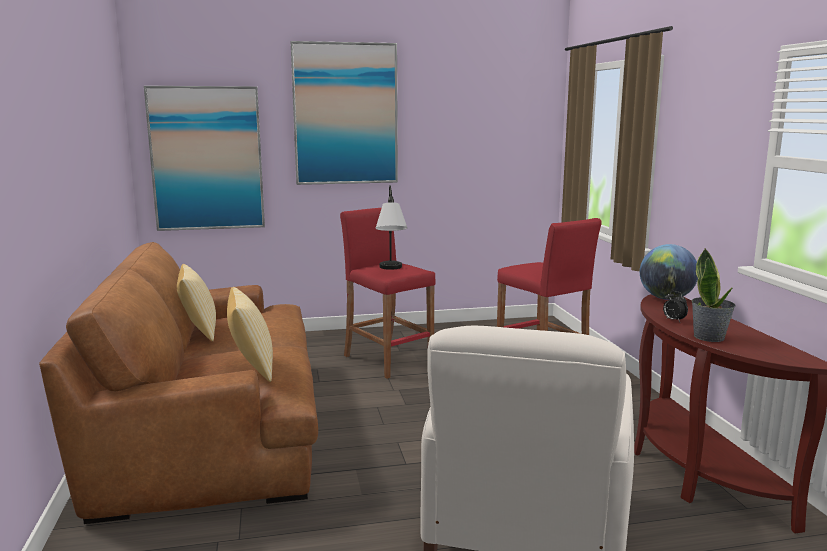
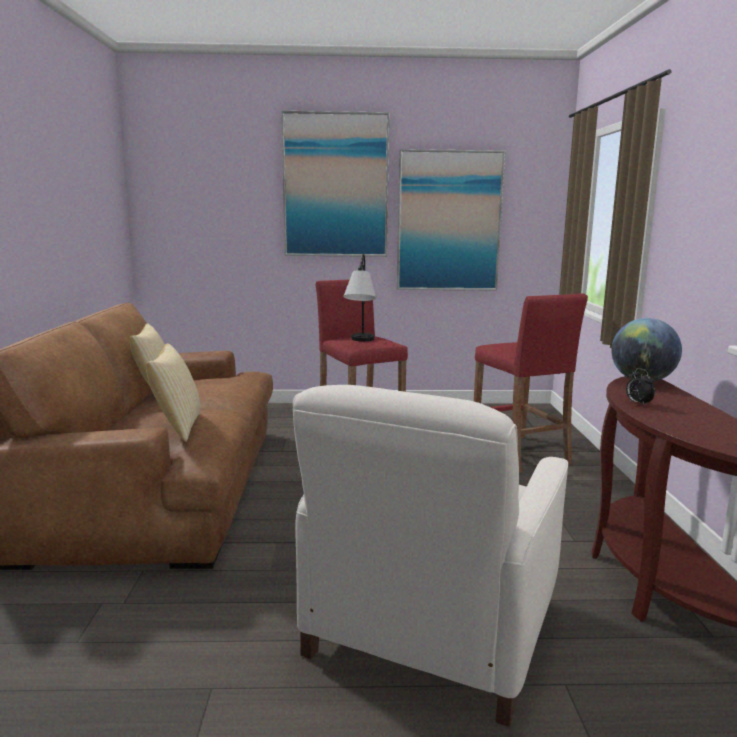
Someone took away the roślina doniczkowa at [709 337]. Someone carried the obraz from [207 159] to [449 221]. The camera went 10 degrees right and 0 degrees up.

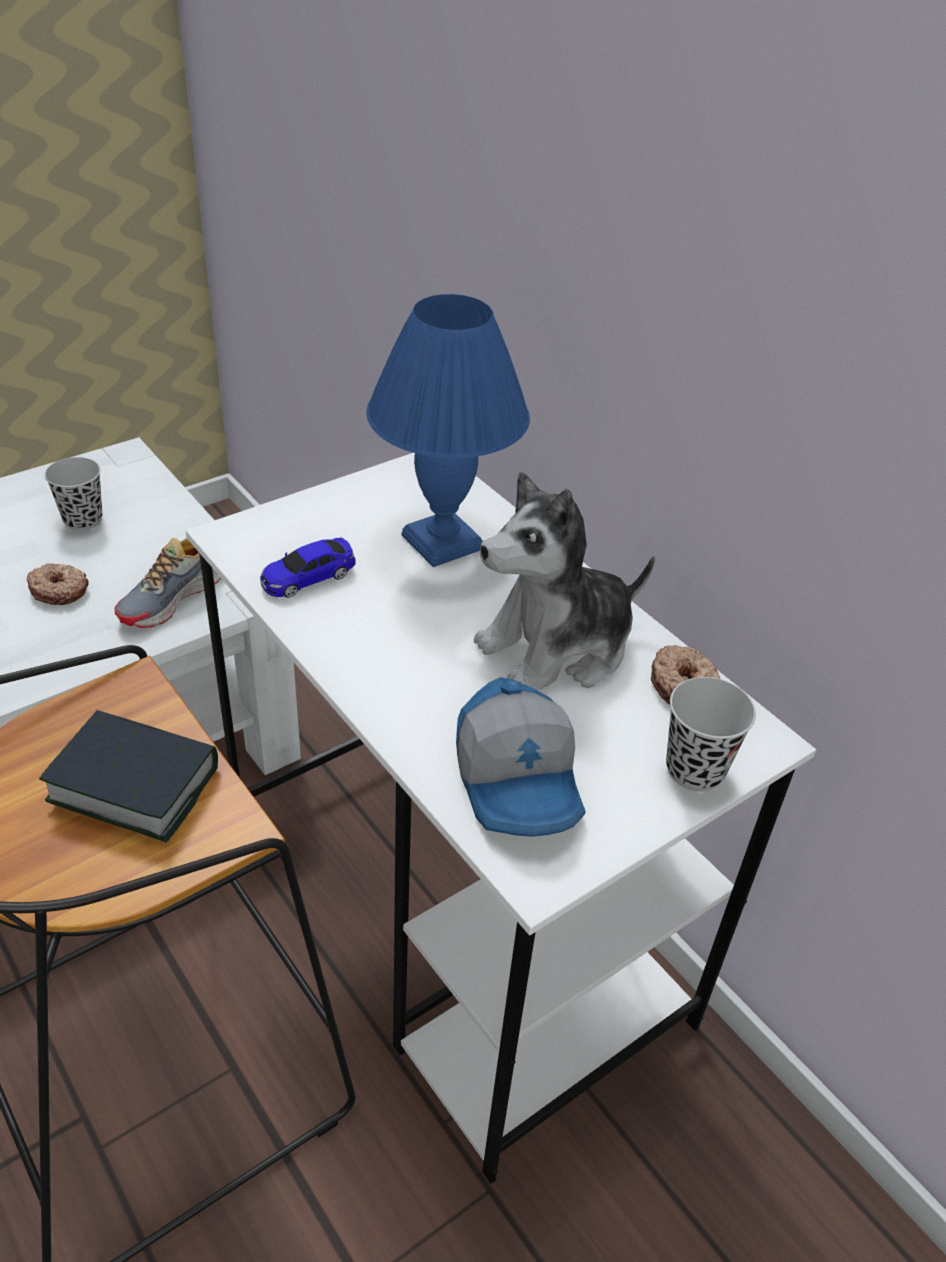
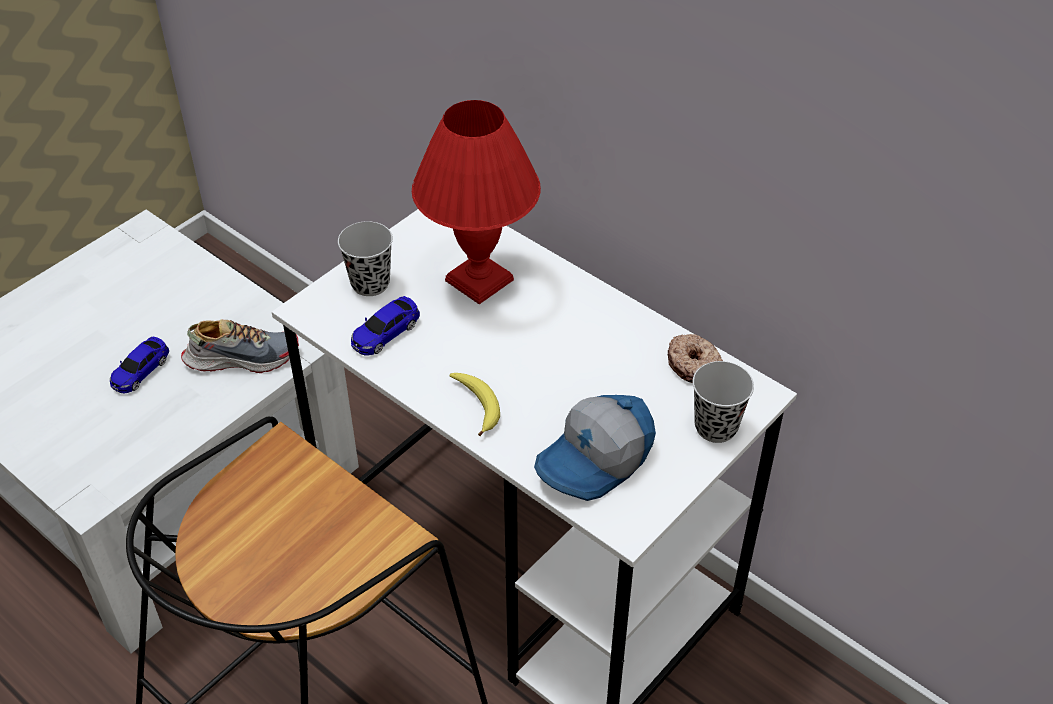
Someone took away the książka at [134 784]. Someone took away the pluszak at [557 649]. Someone put down the banan at [477 405]. Someone carried the filiżanka (czarny) from [83 520] to [370 283]. Someone swapped the donut at [59 590] for the samochodzik at [140 371]. Someone repainted the lampa stołowa (niebieski) at [441 543], which became the lampa stołowa (czerwony) at [478 281]. Someone rotated the but at [174 597] by 120 degrees counterclockwise. Someone rotated the czapka z daszkiem at [520 780] by 75 degrees clockwise. The camera went 10 degrees left and 5 degrees up.

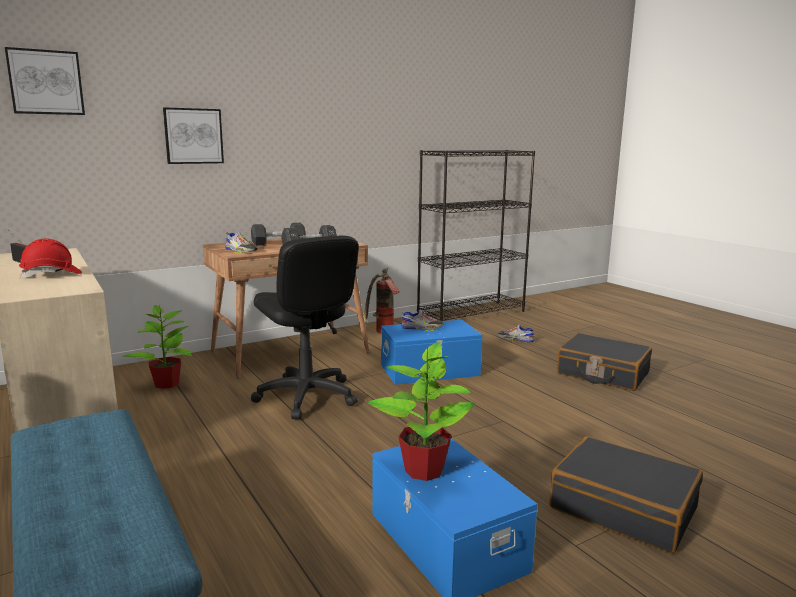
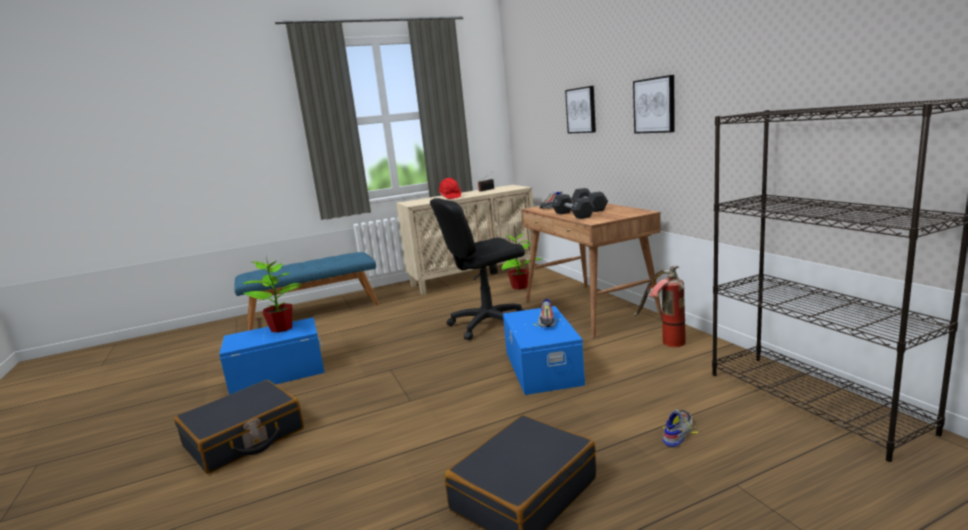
Someone carried the obraz from [46 82] to [655 105]. The camera went 100 degrees right and 0 degrees up.

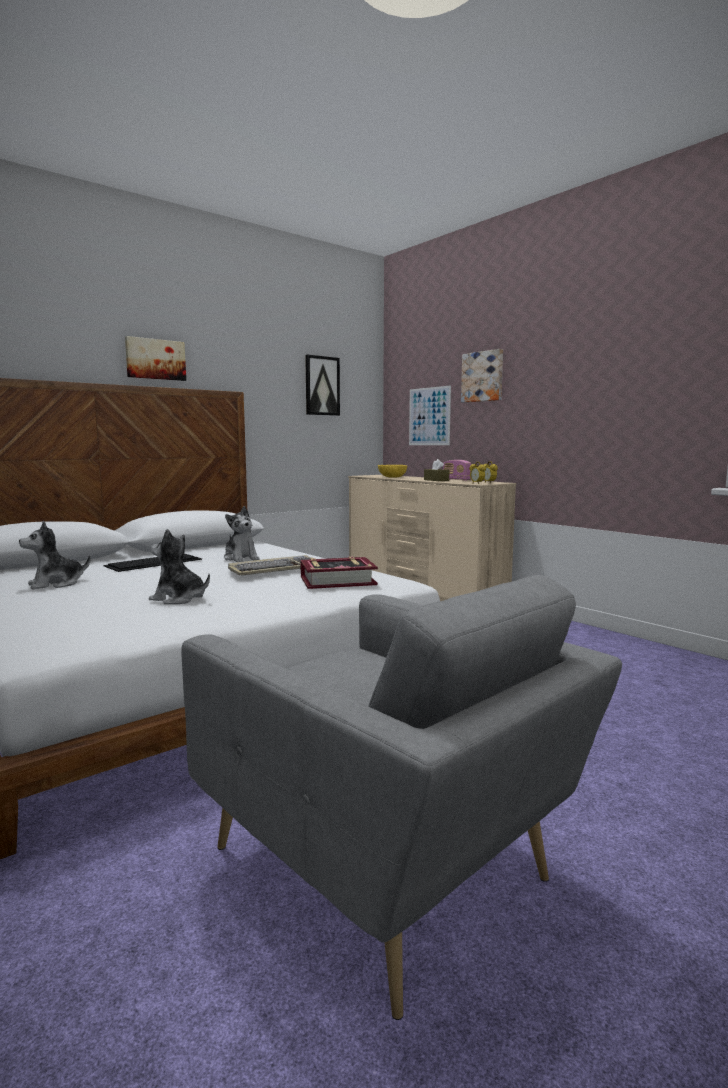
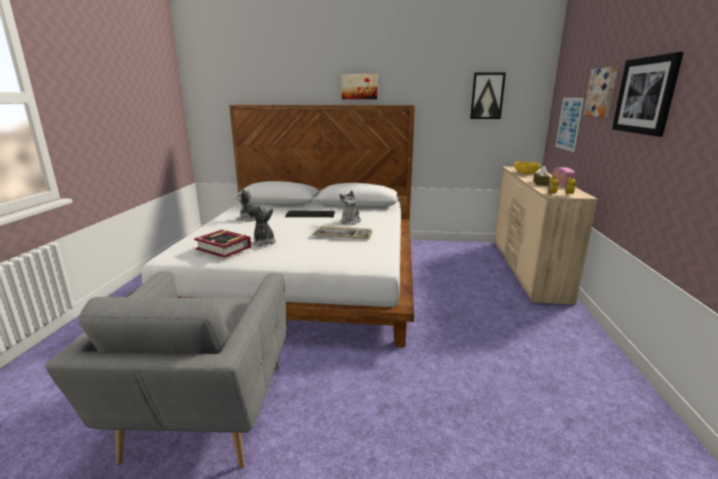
Someone put up the obraz at [645 95]. Someone carried the książka from [337 581] to [224 248]. The camera went 45 degrees right and 10 degrees up.

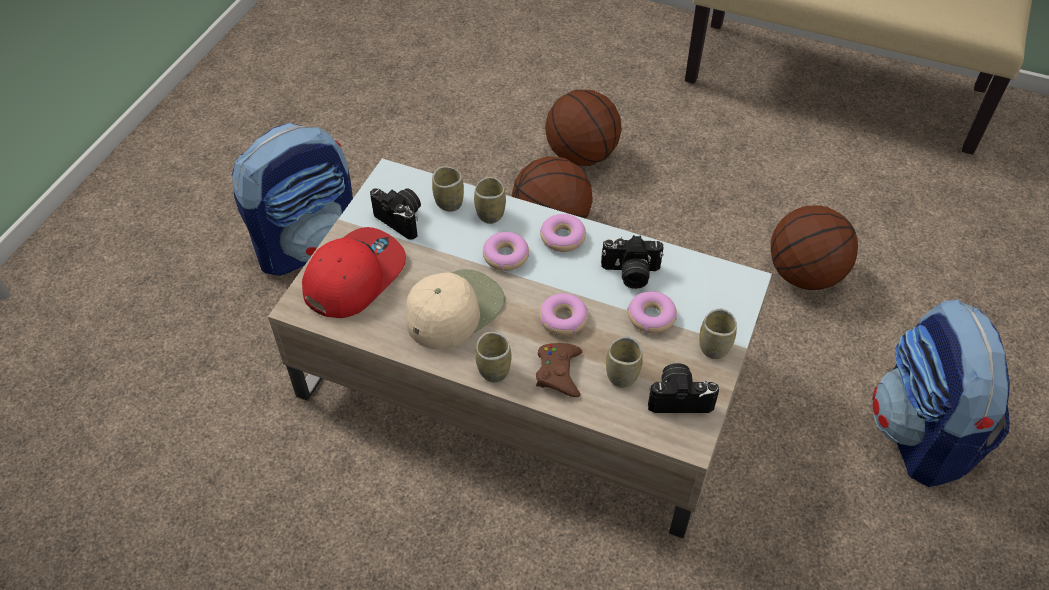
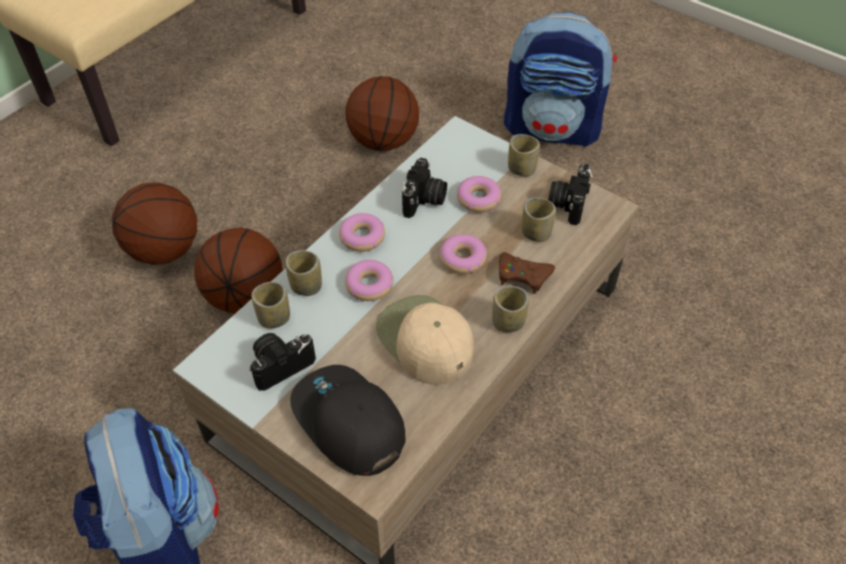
Someone repainted the czapka z daszkiem (czerwony) at [353 276], which became the czapka z daszkiem (czarny) at [348 423]. The camera went 75 degrees left and 0 degrees up.

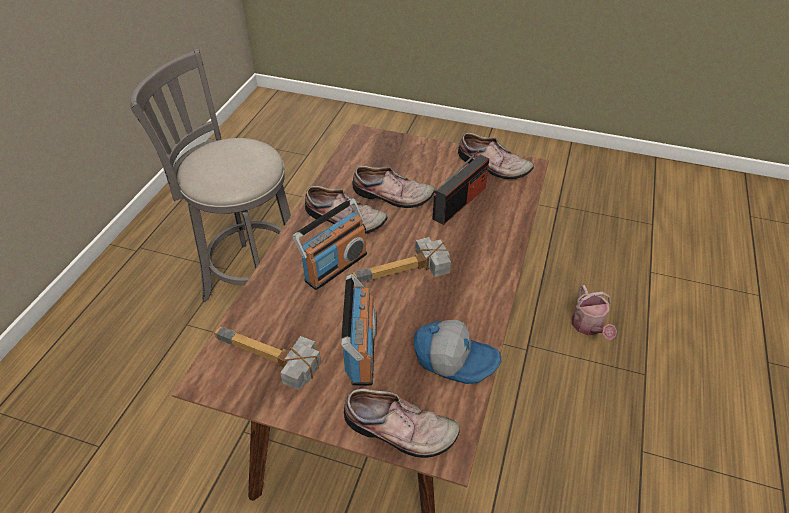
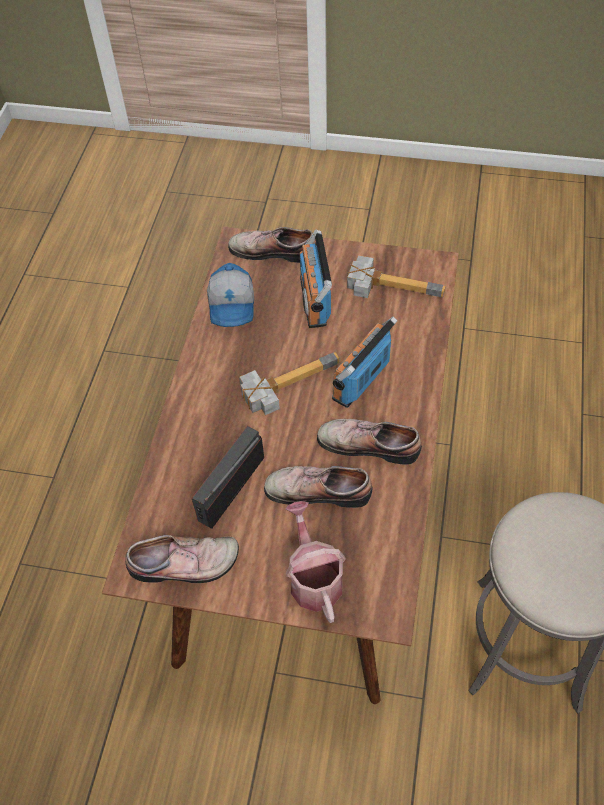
Someone carried the konewka from [589 327] to [313 578]. Someone rotated the czapka z daszkiem at [455 358] by 105 degrees counterclockwise. Someone rotated the but at [493 166] by 150 degrees clockwise. The camera went 175 degrees right and 10 degrees up.

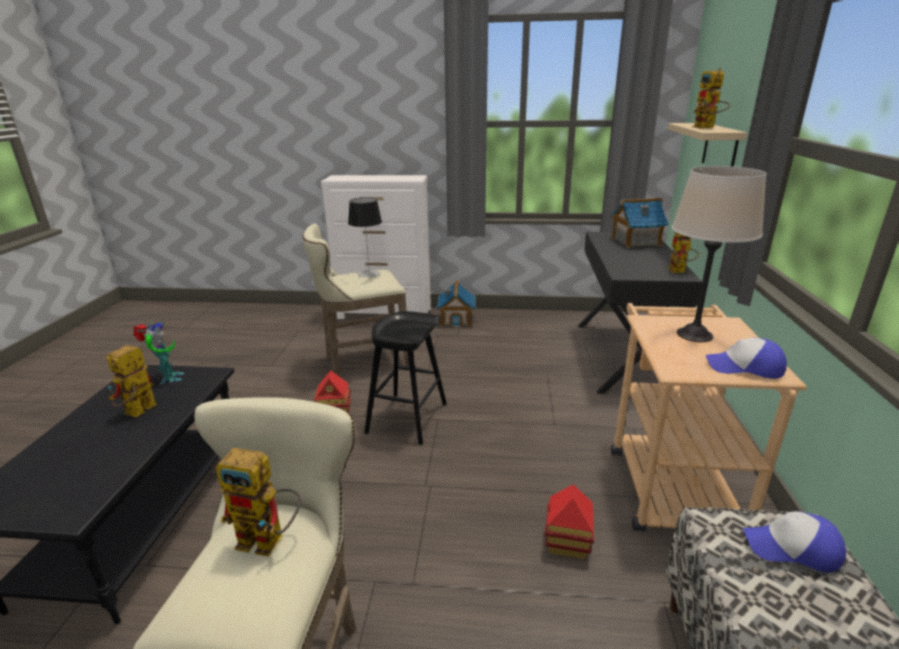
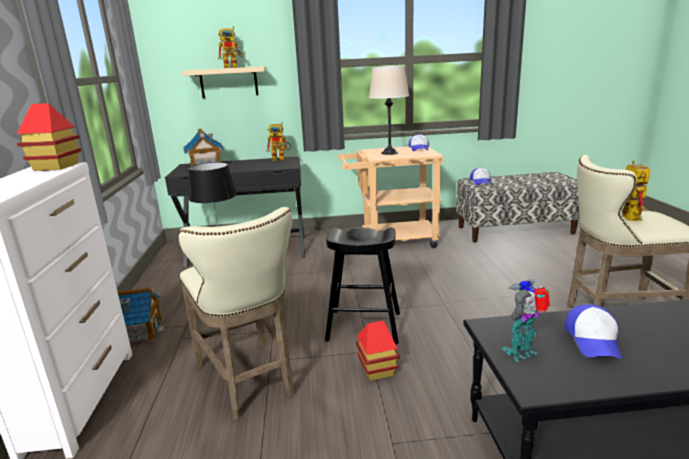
Someone carried the domek from [567 544] to [56 167]. Someone swapped the robot zabawkowy at [137 413] for the czapka z daszkiem at [593 340]. The camera went 100 degrees left and 5 degrees down.

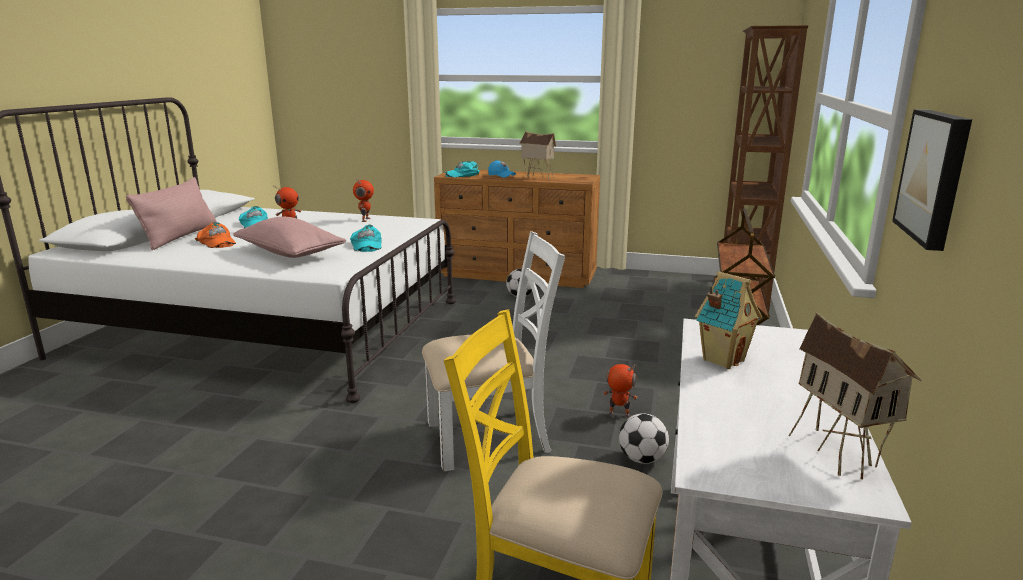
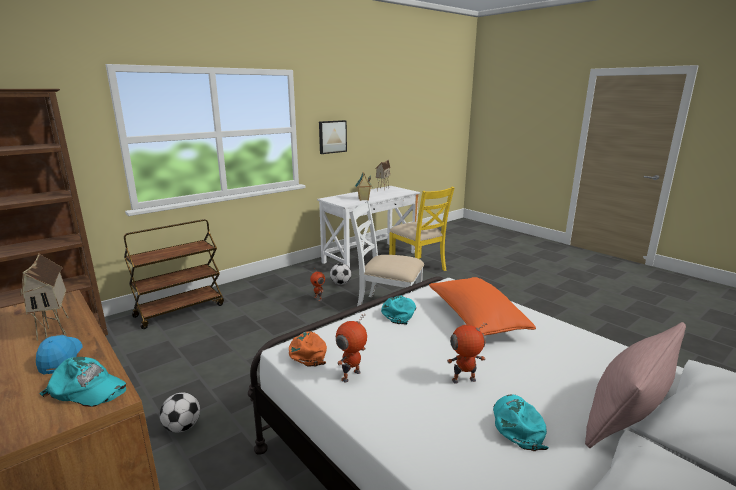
Someone carried the czapka z daszkiem (pomarańczowy) from [216 242] to [308 351]. Someone repainted the poduszka (różowy) at [290 253], which became the poduszka (pomarańczowy) at [475 319]. The camera went 145 degrees left and 0 degrees up.

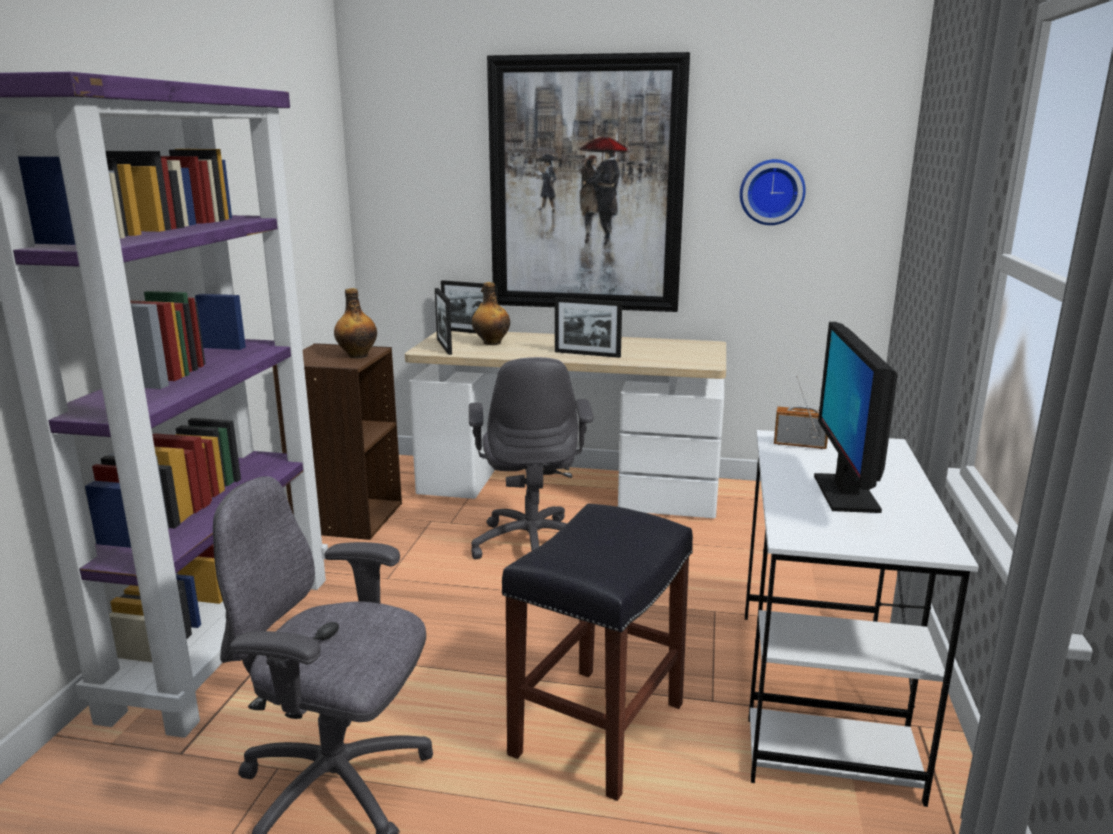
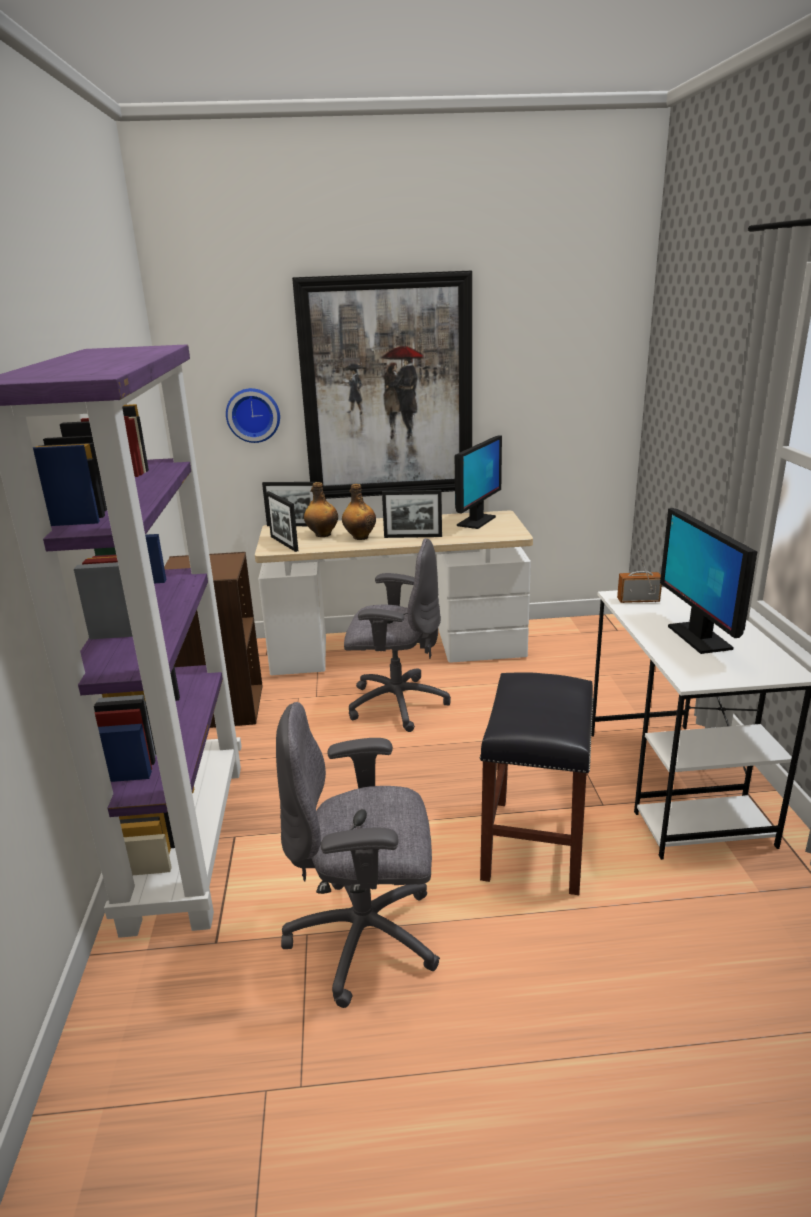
Someone put down the monitor at [476 521]. Someone carried the butelka from [357 355] to [360 537]. Someone carried the zegar ścienny from [772 192] to [253 415]. Someone rotated the krzesło biurowe (szary) at [532 544] by 60 degrees counterclockwise. The camera went 15 degrees left and 5 degrees up.

